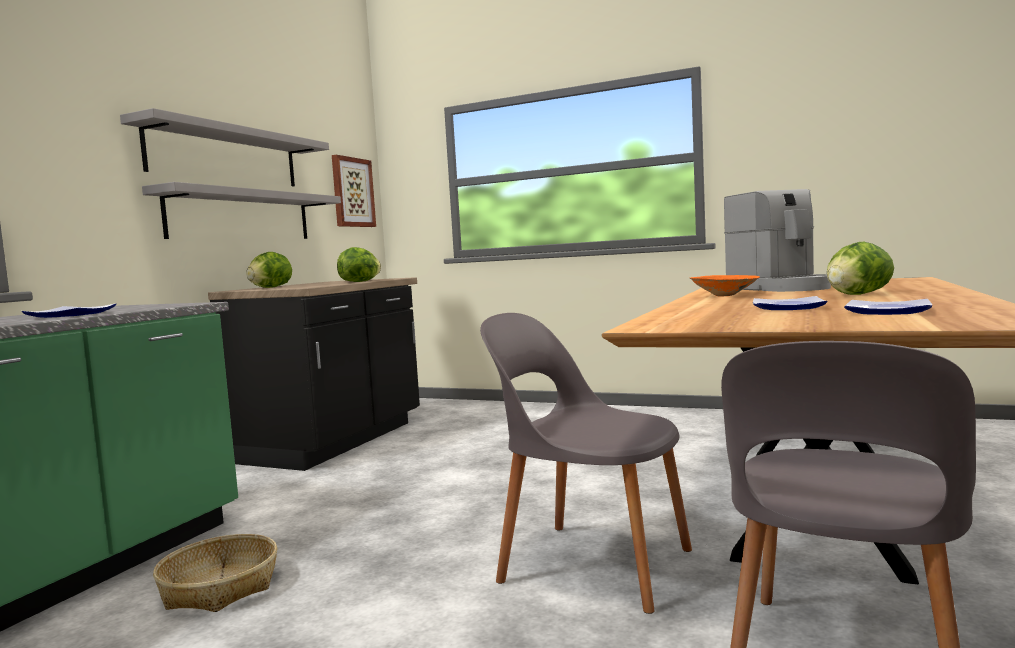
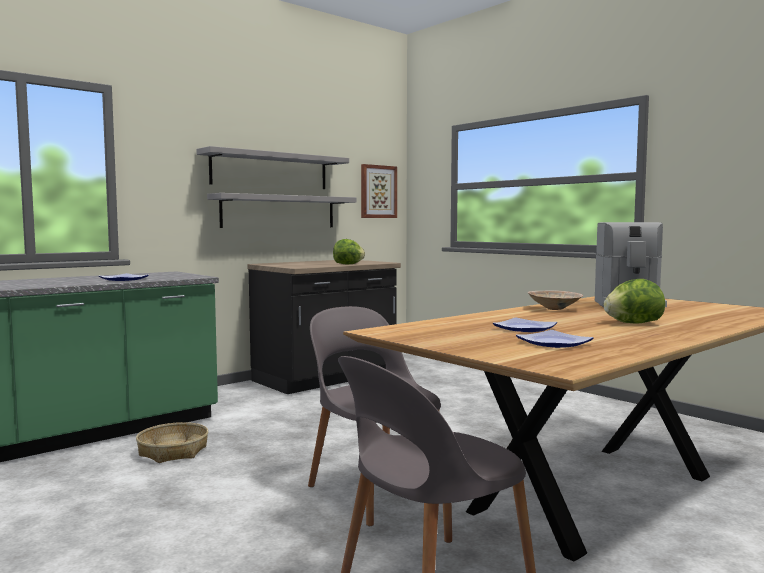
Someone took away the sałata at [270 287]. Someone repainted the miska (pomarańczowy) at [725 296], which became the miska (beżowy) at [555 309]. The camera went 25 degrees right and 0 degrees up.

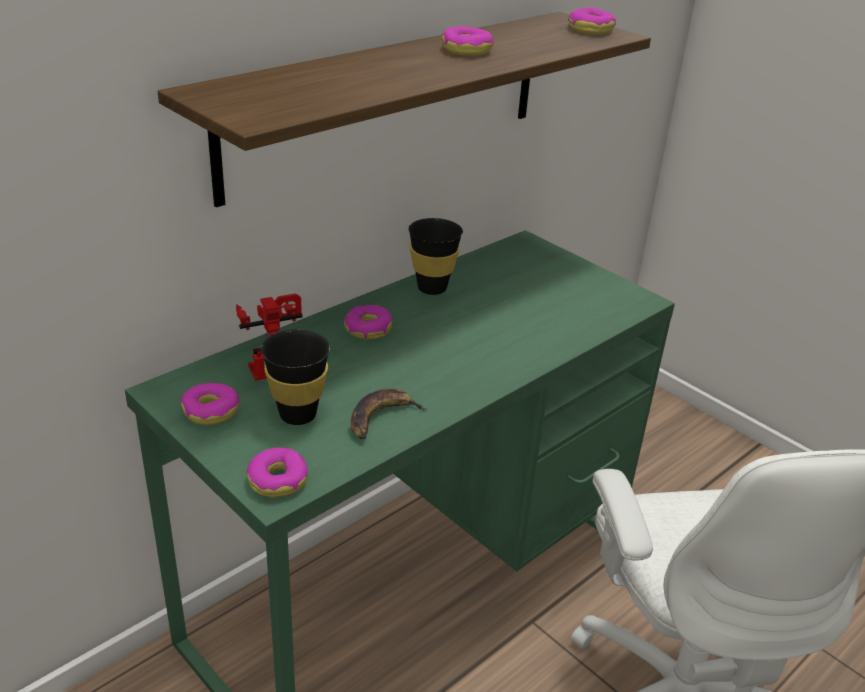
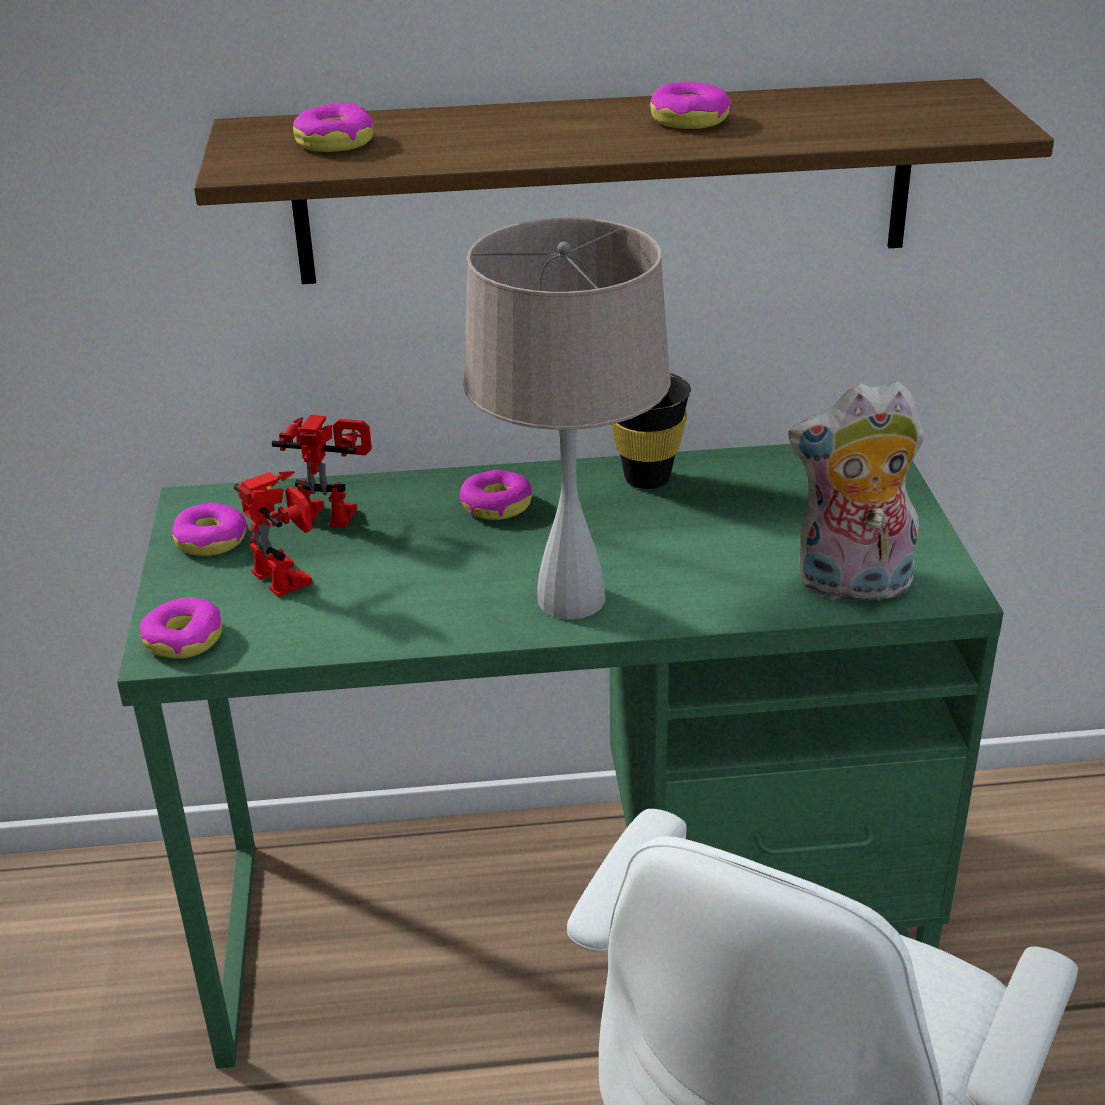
Someone took away the banan at [382 418]. Someone put down the lampa stołowa (beżowy) at [570 598]. Someone put down the pluszak at [851 586]. Someone carried the donut from [590 29] to [335 142]. Someone swapped the filiżanka (czarny) at [298 414] for the robot zabawkowy at [291 577]. The camera went 40 degrees right and 0 degrees up.

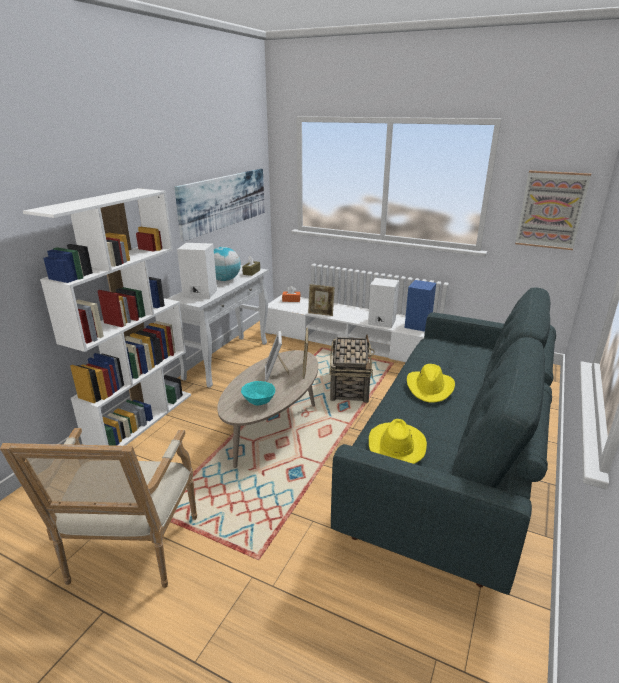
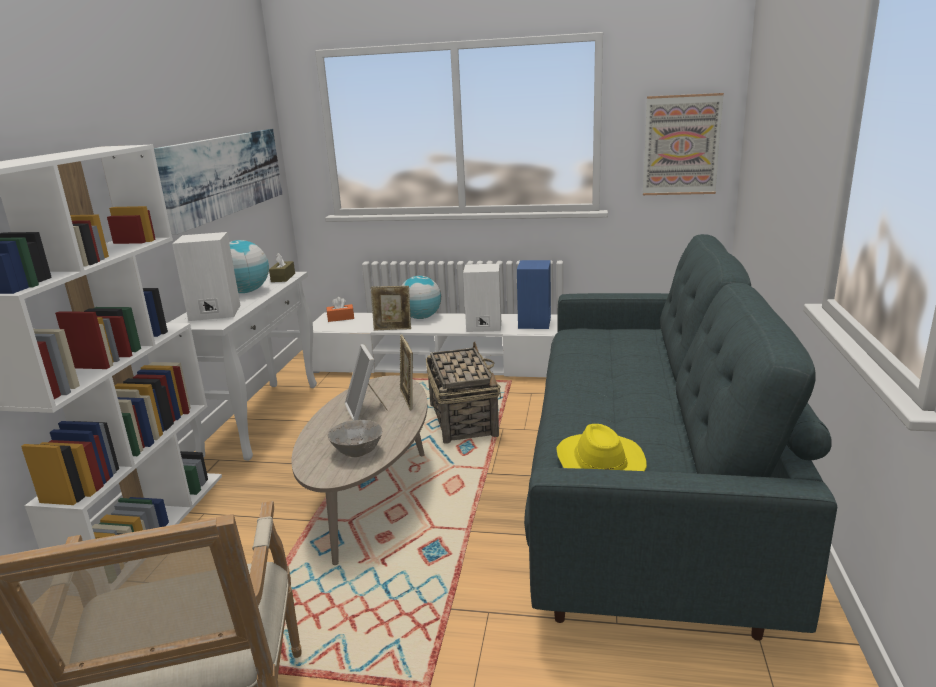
Someone took away the kapelusz (żółty) at [430 388]. Someone put down the globus at [421 317]. Someone repainted the miska (turkusowy) at [258 402], which became the miska (szary) at [357 452]. The camera went 15 degrees left and 5 degrees down.

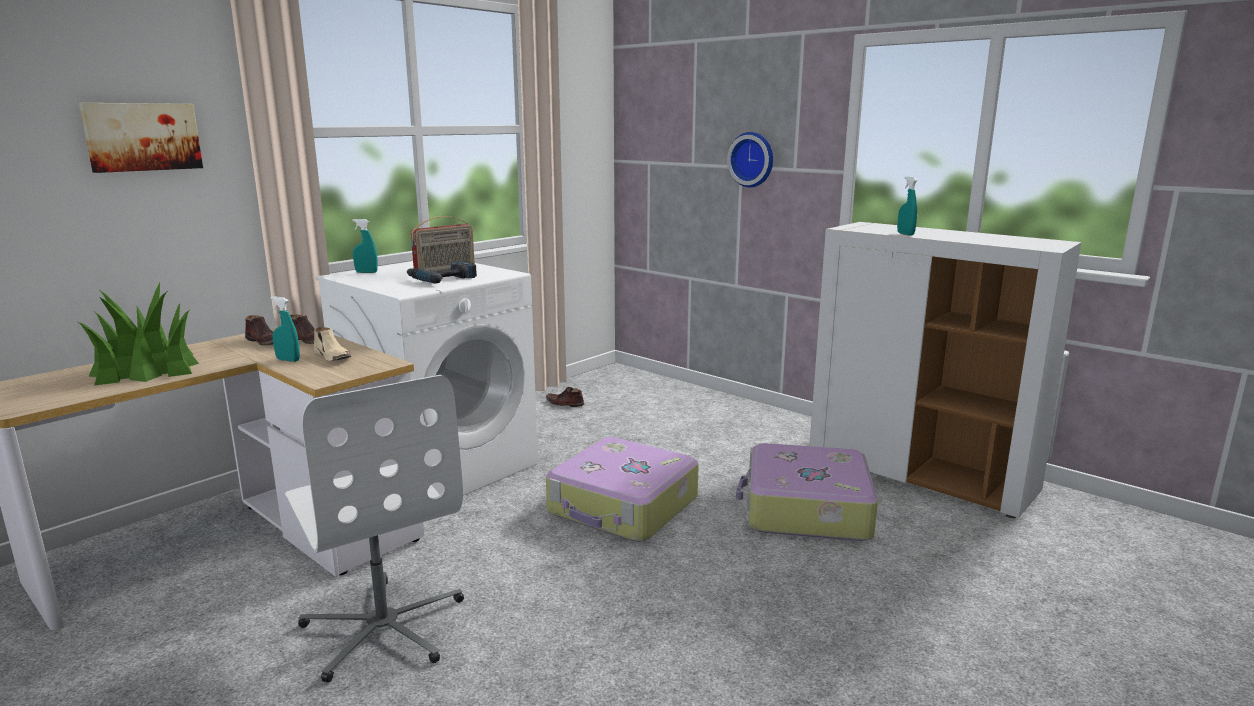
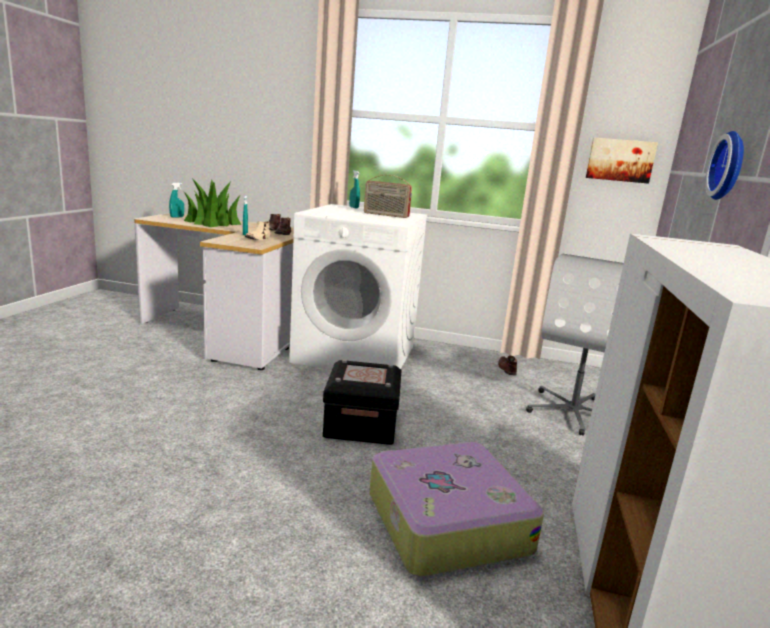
Someone took away the wiertarka at [442 279]. Someone carried the obraz from [142 137] to [620 160]. Someone carried the krzesło biurowe (biały) from [384 627] to [573 412]. Someone carried the spryskiwacz (turkusowy) from [905 234] to [177 217]. Someone swapped the walizka at [623 506] for the pojemnik do przechowywania (czarny) at [361 425]. The camera went 60 degrees right and 0 degrees up.

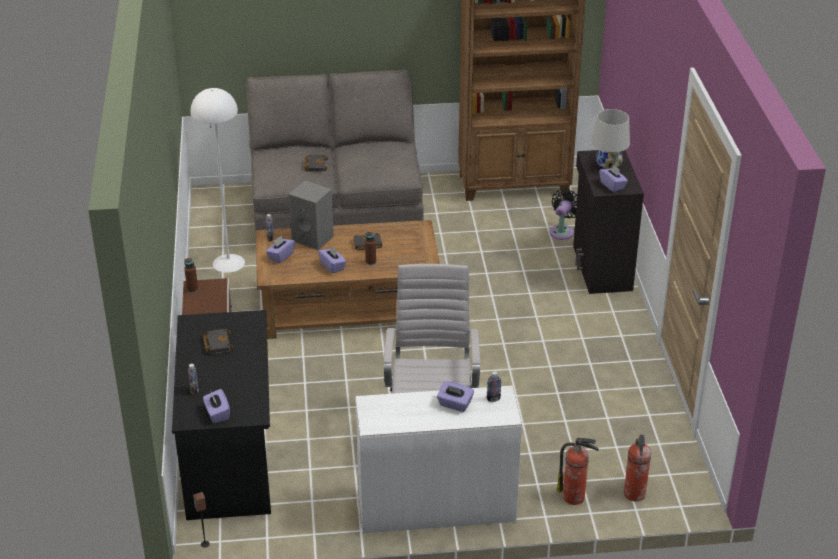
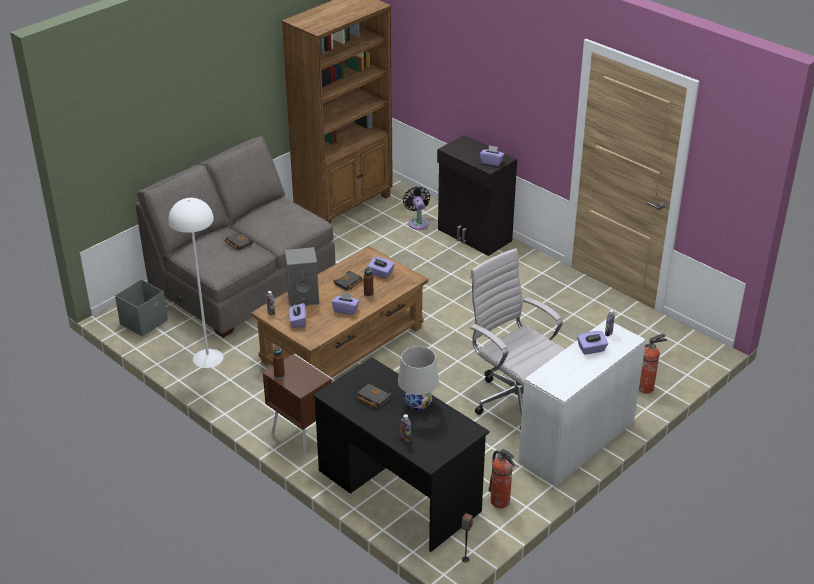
Someone put down the pojemnik do przechowywania (szary) at [144 322]. Someone carried the pudełko chusteczek (fioletowy) from [217 414] to [380 273]. Someone carried the lampa stołowa (biały) from [608 165] to [418 403]. Someone carried the gaśnica from [634 494] to [501 502]. The camera went 40 degrees left and 0 degrees up.

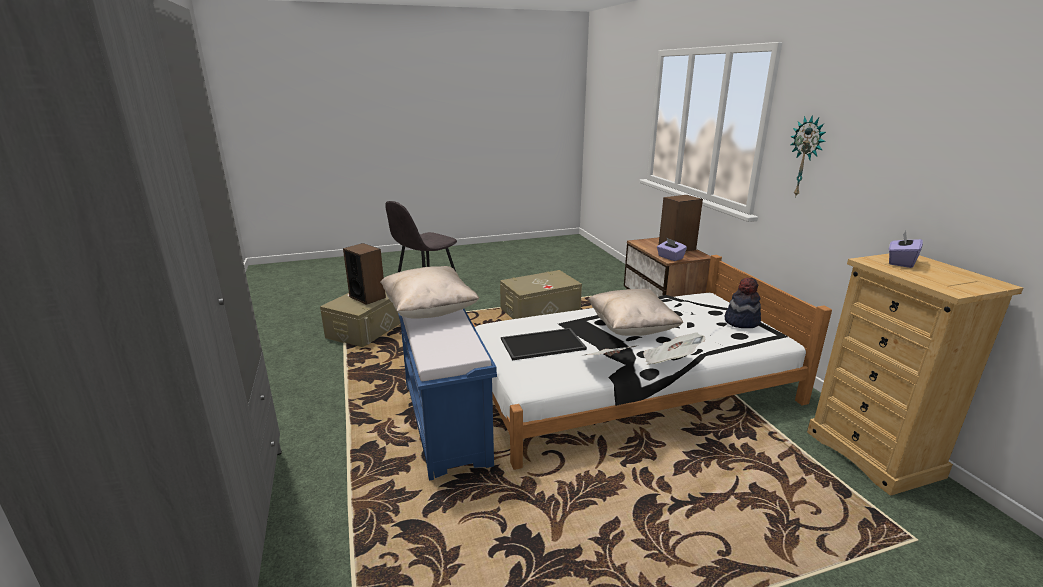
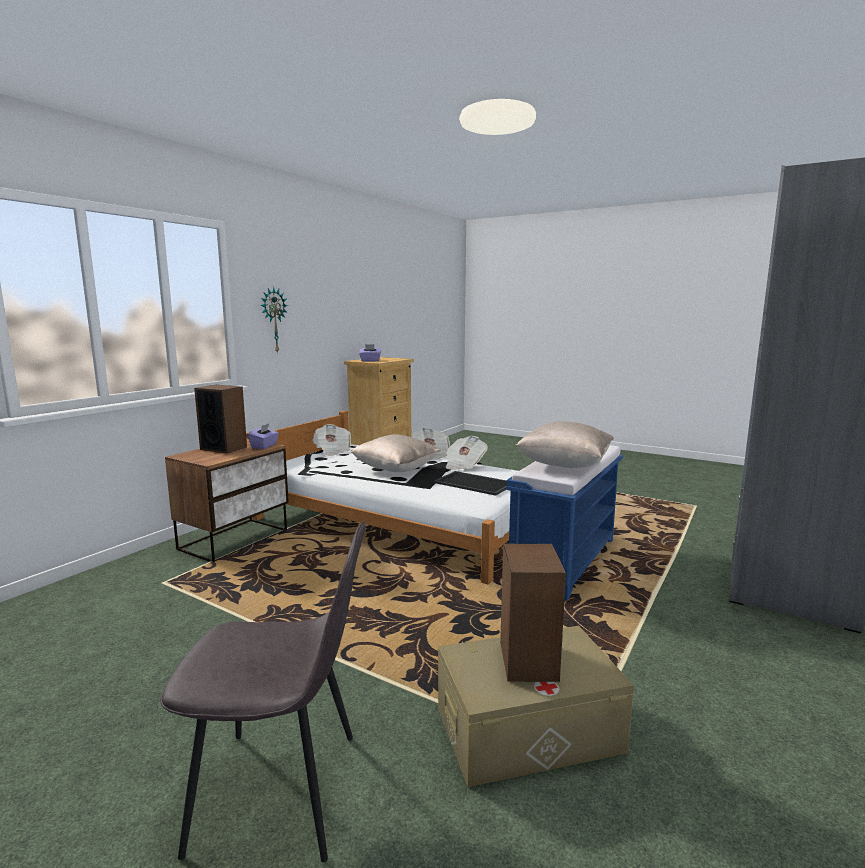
Someone took away the pojemnik do przechowywania (beżowy) at [540 310]. Someone swapped the kapelusz at [741 321] for the gazeta at [332 451]. The camera went 130 degrees left and 10 degrees down.

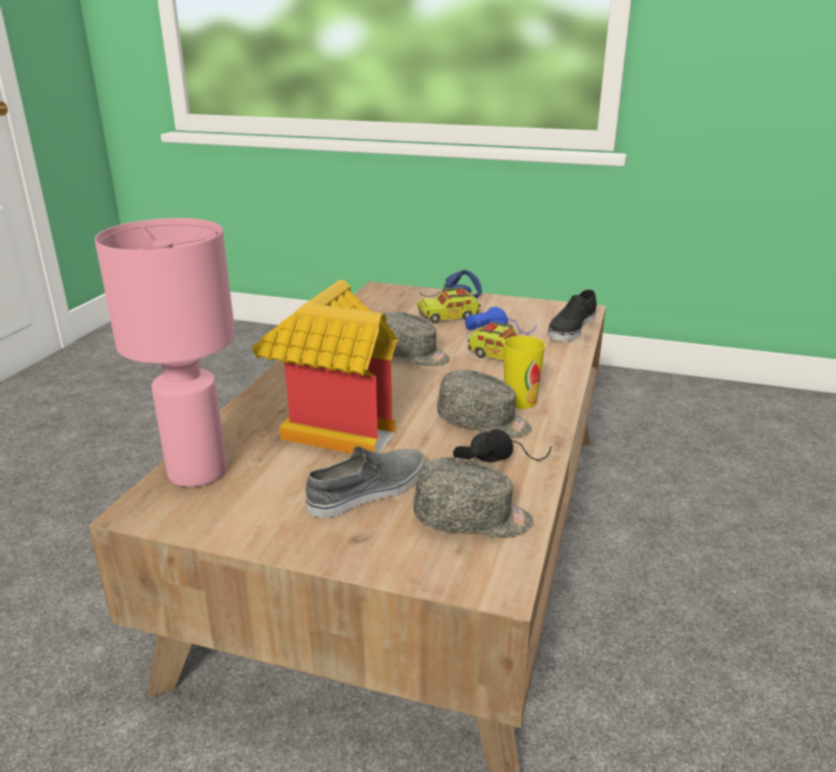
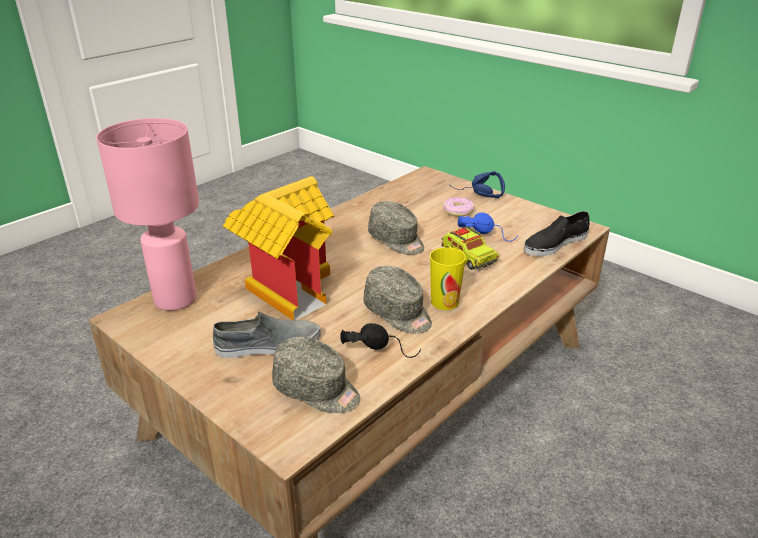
Someone swapped the ciężarówka zabawkowa at [448 317] for the donut at [458 211]. The camera went 25 degrees right and 5 degrees up.

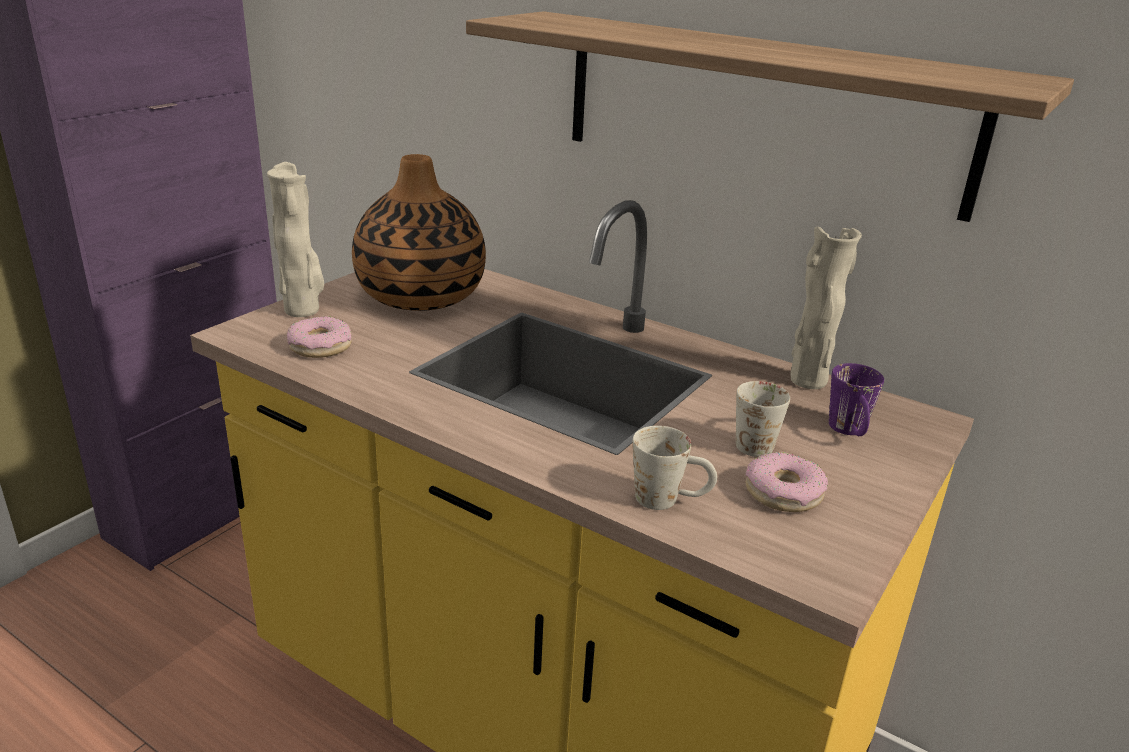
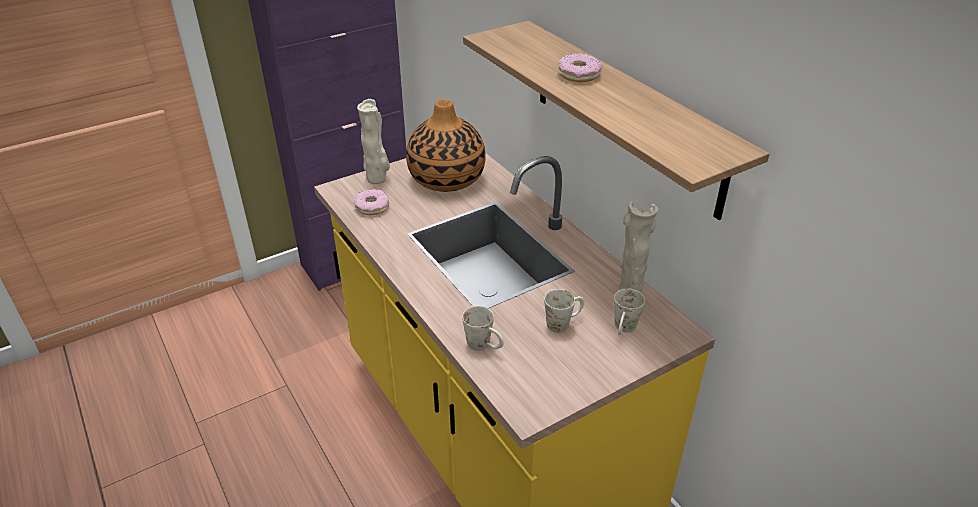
Someone carried the donut from [783 492] to [579 74]. Someone repainted the kubek (fioletowy) at [850 432], which became the kubek (biały) at [623 330]. The camera went 25 degrees right and 10 degrees up.

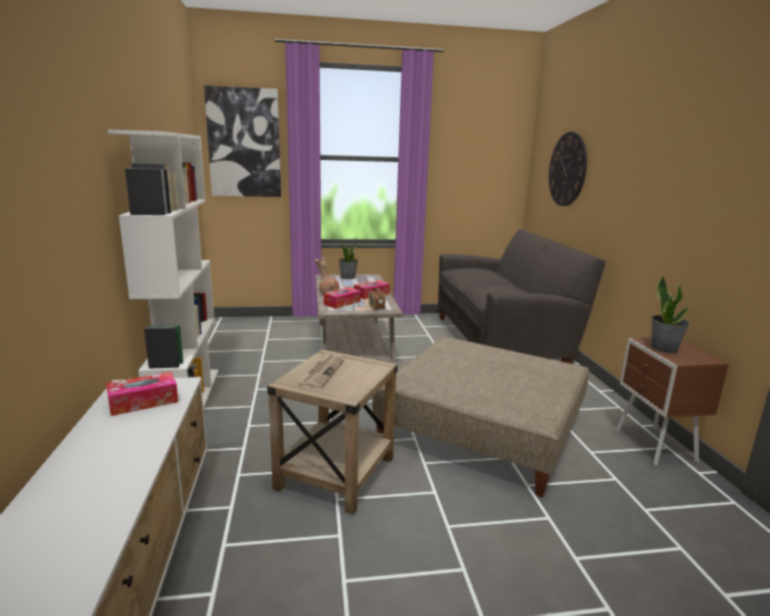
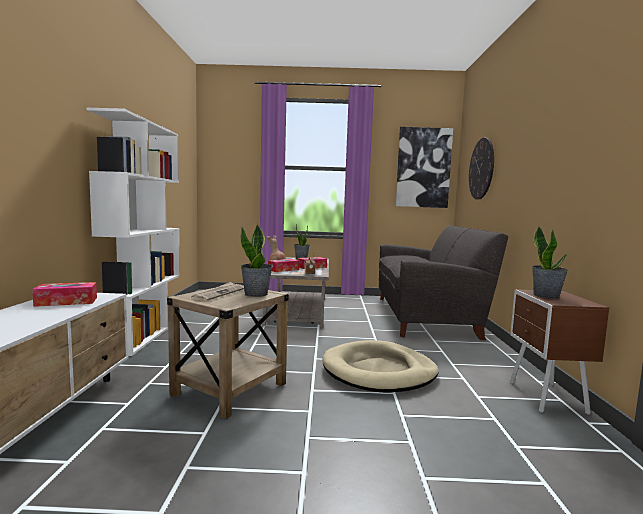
Someone put down the roślina doniczkowa at [256 294]. Someone carried the obraz from [244 143] to [423 168]. Someone swapped the pufa (beżowy) at [482 429] for the legowisko (beżowy) at [379 371]. The camera went 10 degrees right and 10 degrees down.

